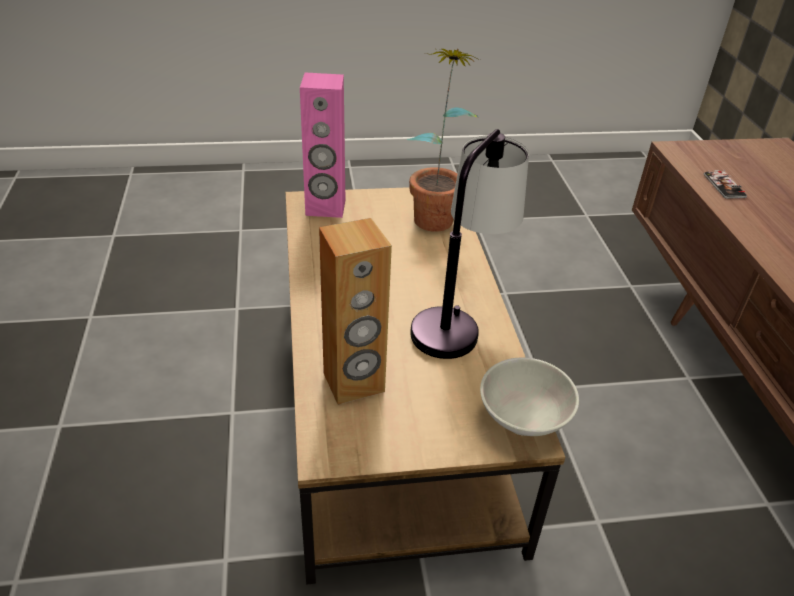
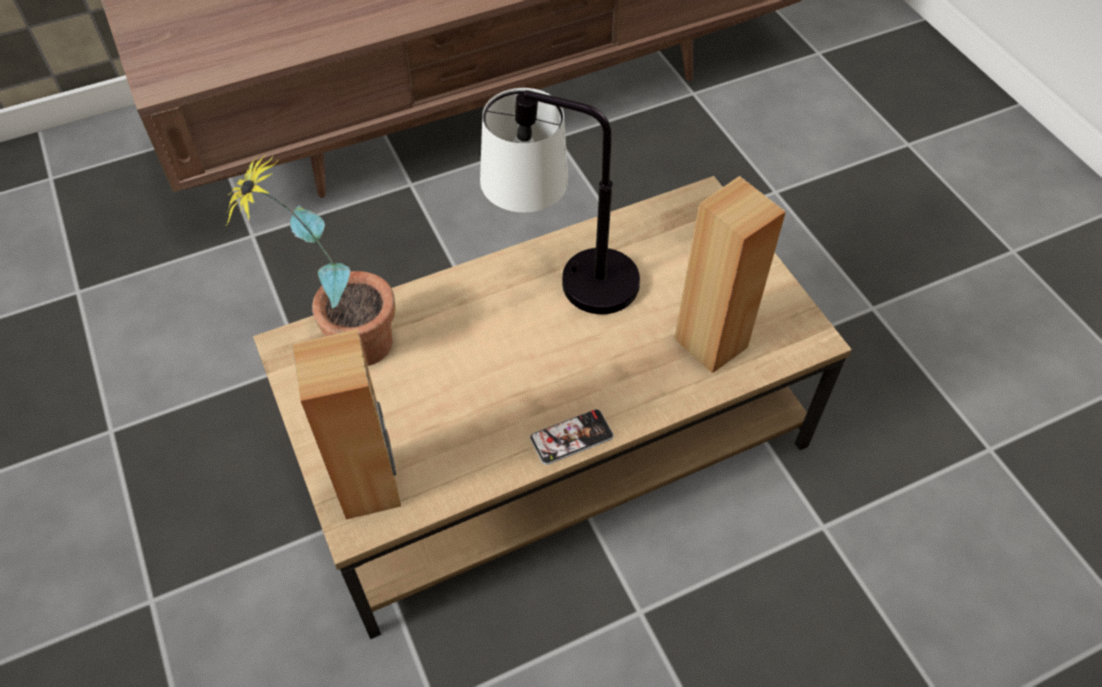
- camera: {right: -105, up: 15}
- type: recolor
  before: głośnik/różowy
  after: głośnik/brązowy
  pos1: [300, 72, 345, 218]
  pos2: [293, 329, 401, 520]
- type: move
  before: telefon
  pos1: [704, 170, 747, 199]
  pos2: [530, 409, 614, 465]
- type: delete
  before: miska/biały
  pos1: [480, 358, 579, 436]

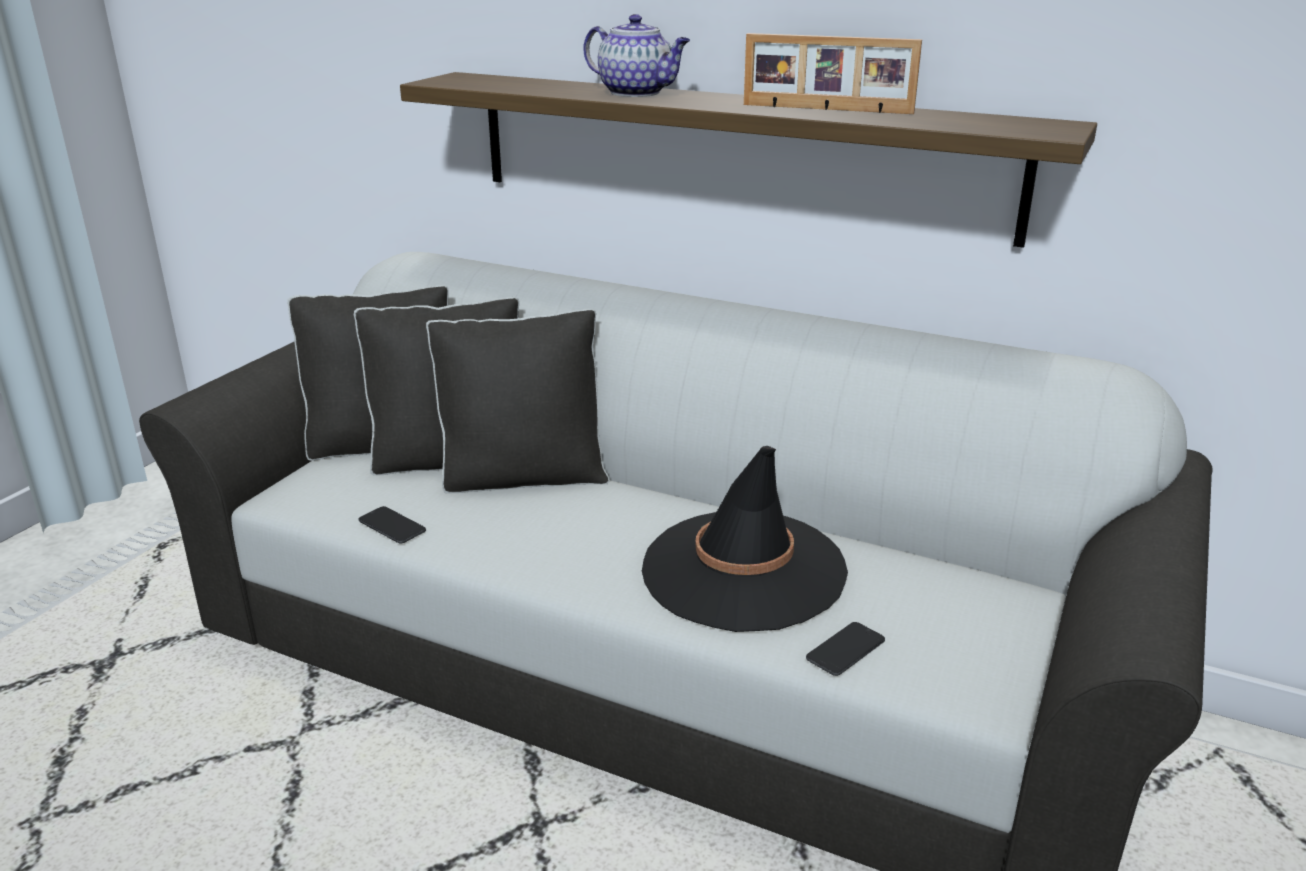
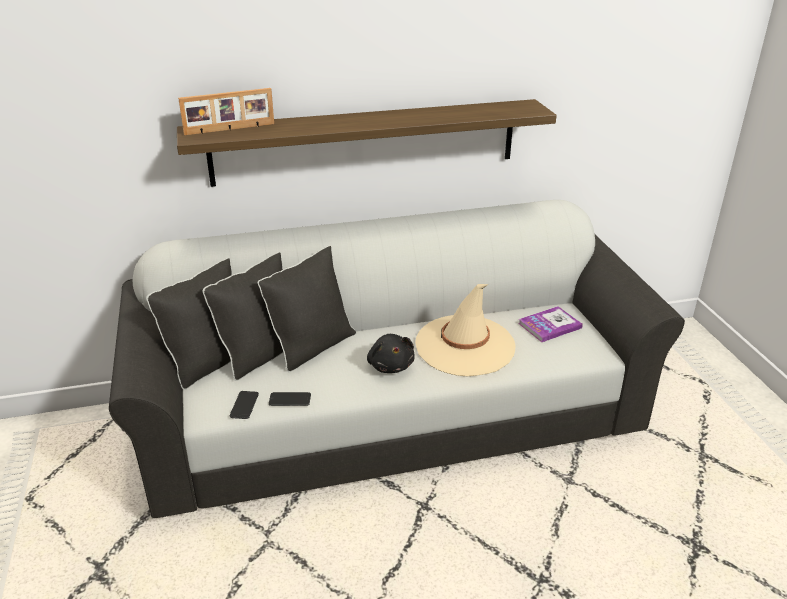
- camera: {right: -40, up: 5}
- type: delete
  before: imbryk
  pos1: [583, 14, 690, 97]
- type: move
  before: ramka na zdjęcie
  pos1: [744, 33, 922, 114]
  pos2: [178, 88, 274, 135]
- type: recolor
  before: kapelusz/czarny
  after: kapelusz/beżowy
  pos1: [642, 446, 848, 632]
  pos2: [415, 284, 516, 376]
- type: move
  before: telefon
  pos1: [806, 622, 885, 676]
  pos2: [229, 391, 259, 419]
- type: insert
  after: książka
  pos2: [518, 306, 583, 342]
- type: insert
  after: pluszak/czarny
  pos2: [367, 334, 415, 373]

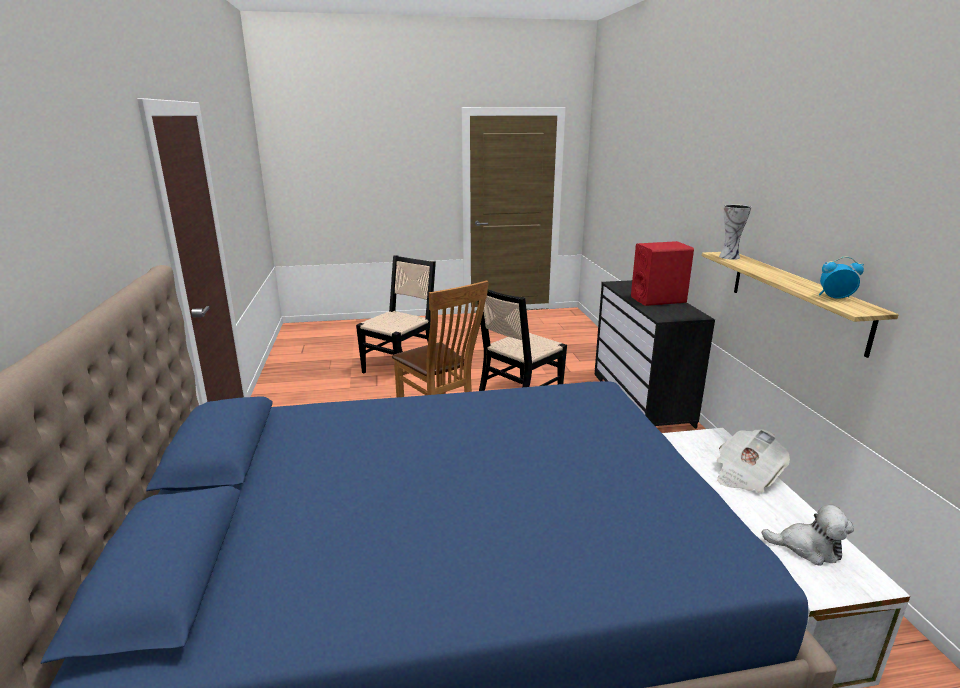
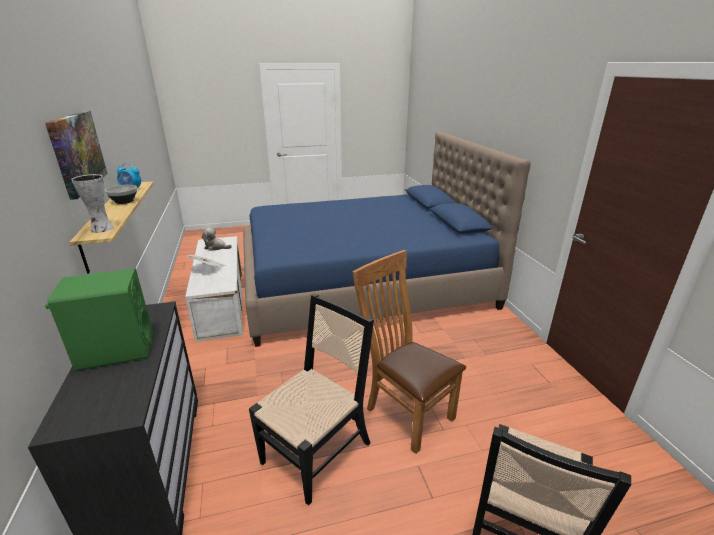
- camera: {right: 175, up: 5}
- type: recolor
  before: głośnik/czerwony
  after: głośnik/zielony
  pos1: [631, 241, 694, 306]
  pos2: [45, 268, 153, 371]
- type: insert
  after: obraz
  pos2: [45, 111, 108, 200]
- type: insert
  after: miska
  pos2: [105, 185, 137, 204]

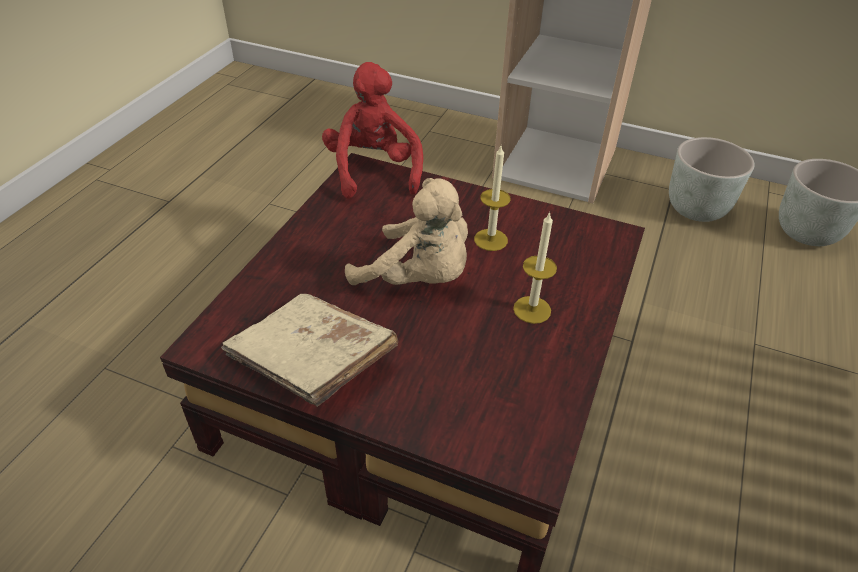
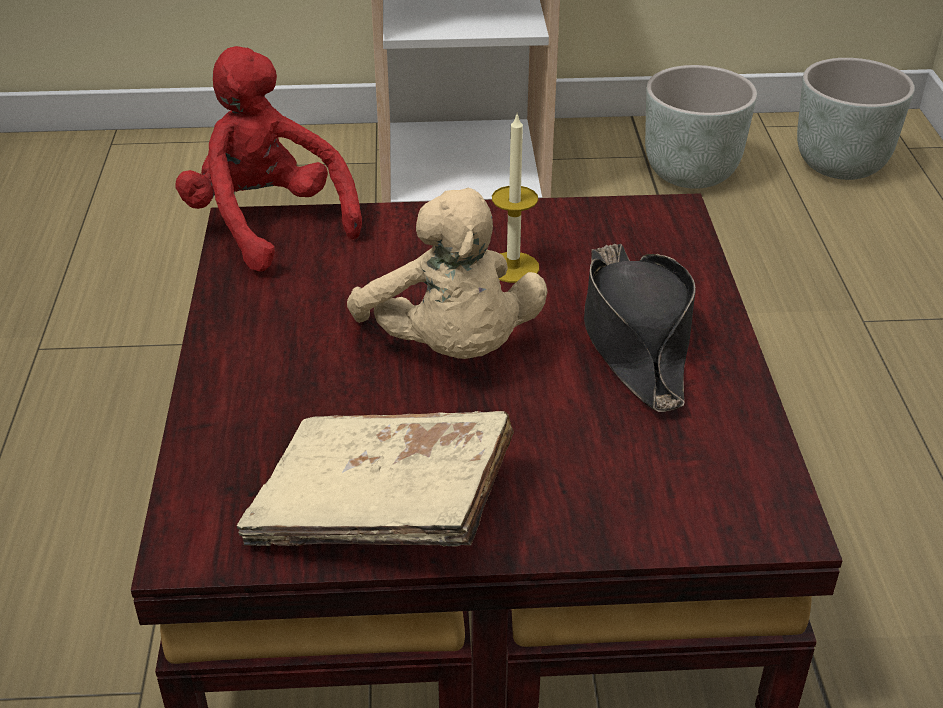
- camera: {right: -25, up: -5}
- type: rotate
  before: pluszak/beżowy
  pos1: [345, 178, 468, 285]
  pos2: [347, 188, 548, 359]
  turn: 60
- type: replace
  before: świeca
  after: kapelusz/czarny
  pos1: [513, 212, 557, 324]
  pos2: [584, 244, 695, 412]

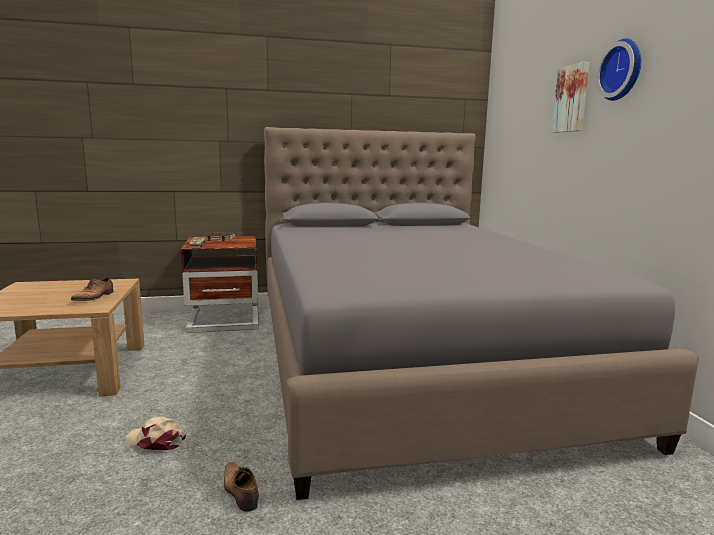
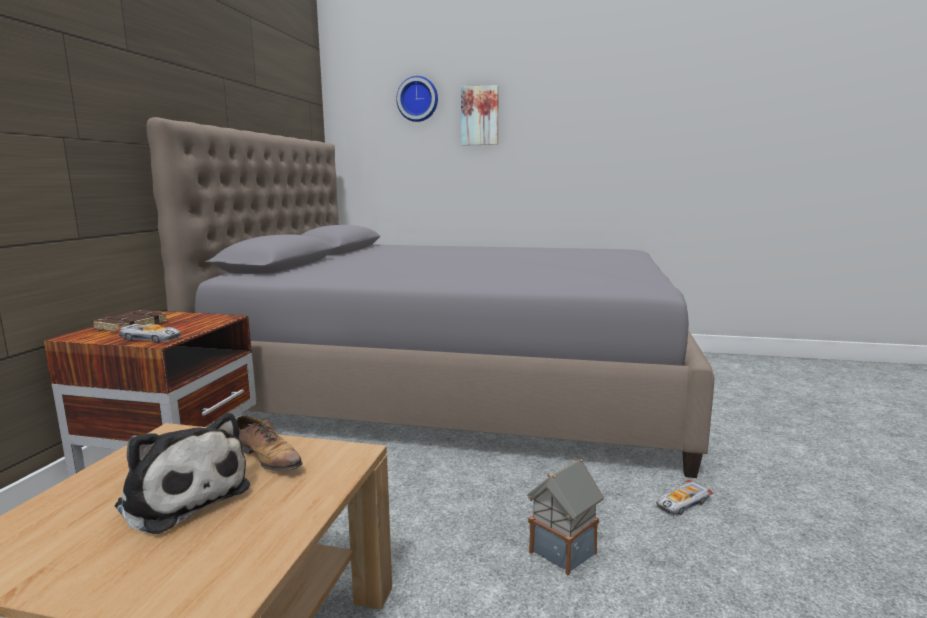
- camera: {right: -65, up: 0}
- type: move
  before: zegar ścienny
  pos1: [596, 38, 641, 101]
  pos2: [396, 76, 438, 122]
- type: replace
  before: czapka z daszkiem/beżowy
  after: domek
  pos1: [126, 417, 186, 450]
  pos2: [527, 457, 604, 575]
- type: replace
  before: but
  after: samochodzik
  pos1: [224, 462, 259, 512]
  pos2: [656, 480, 713, 516]
- type: insert
  after: pluszak
  pos2: [115, 413, 250, 534]

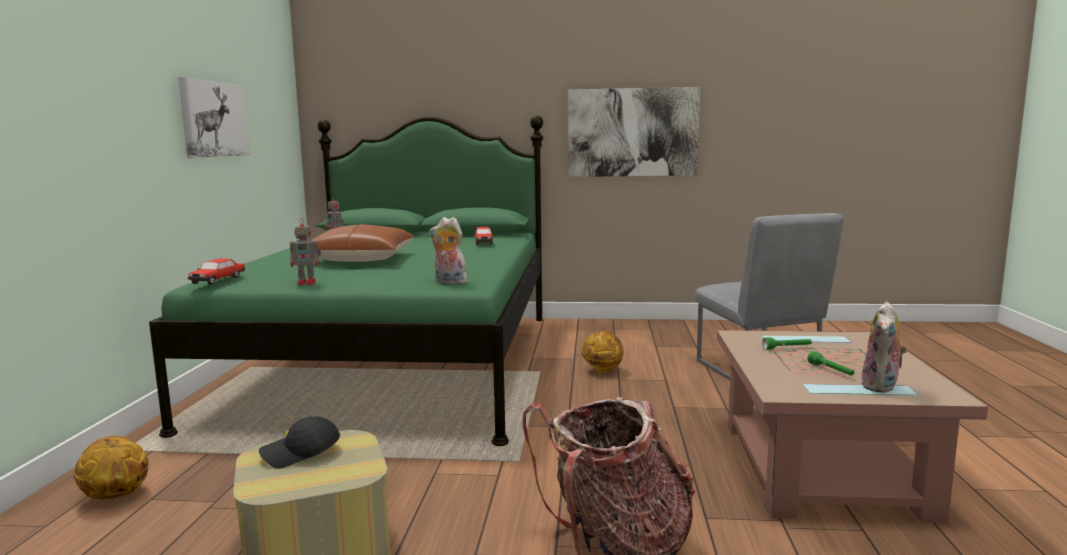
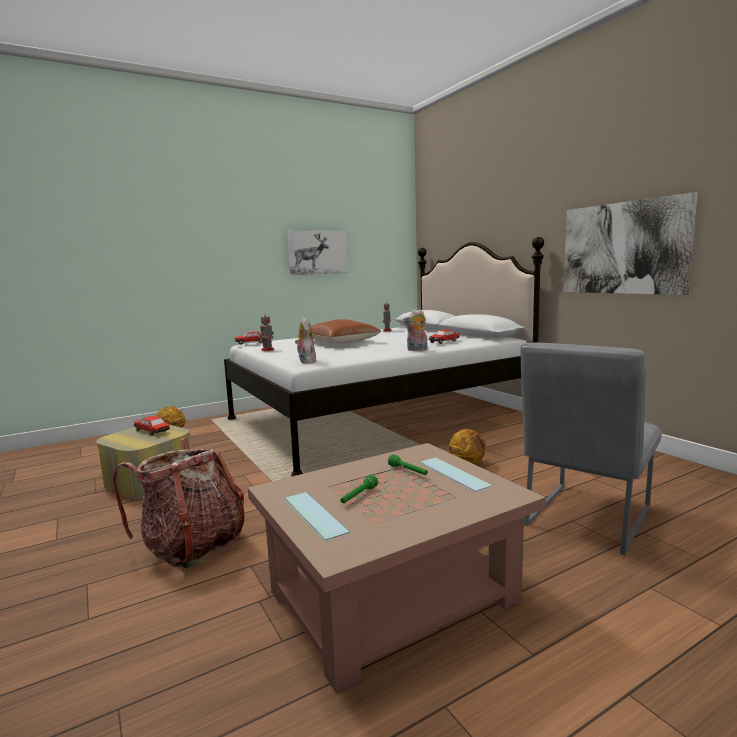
- camera: {right: 55, up: 0}
- type: recolor
  before: łóżko/zielony
  after: łóżko/biały
  pos1: [149, 116, 543, 446]
  pos2: [224, 237, 544, 476]
- type: move
  before: pluszak
  pos1: [862, 302, 907, 393]
  pos2: [403, 309, 428, 351]
- type: replace
  before: czapka z daszkiem/czarny
  after: samochodzik
  pos1: [259, 416, 340, 469]
  pos2: [134, 416, 170, 435]

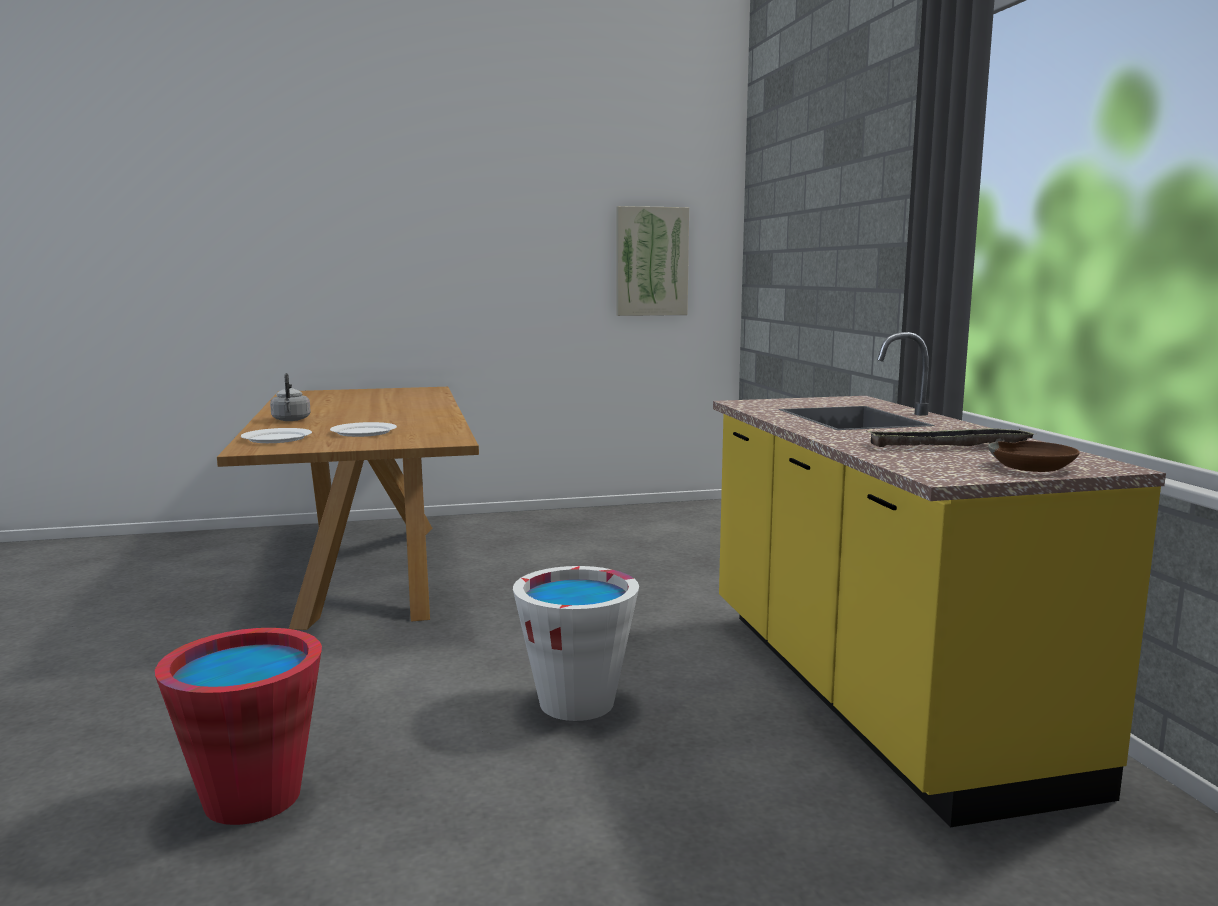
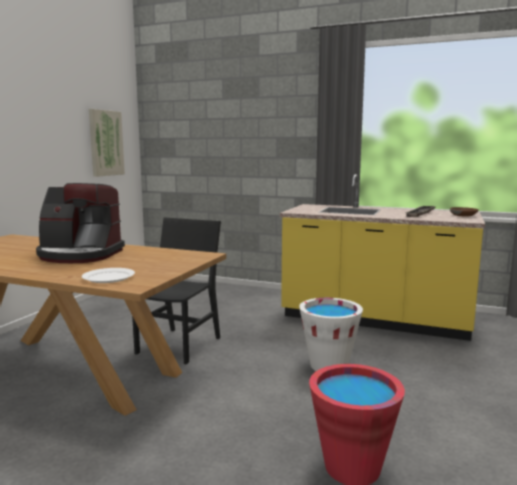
- camera: {right: -55, up: 0}
- type: delete
  before: czajnik/szary
  pos1: [270, 373, 311, 421]
- type: delete
  before: talerz/biały
  pos1: [330, 422, 397, 437]
- type: insert
  after: ekspres do kawy
  pos2: [36, 183, 125, 263]
- type: insert
  after: krzesło/czarny
  pos2: [132, 218, 221, 365]

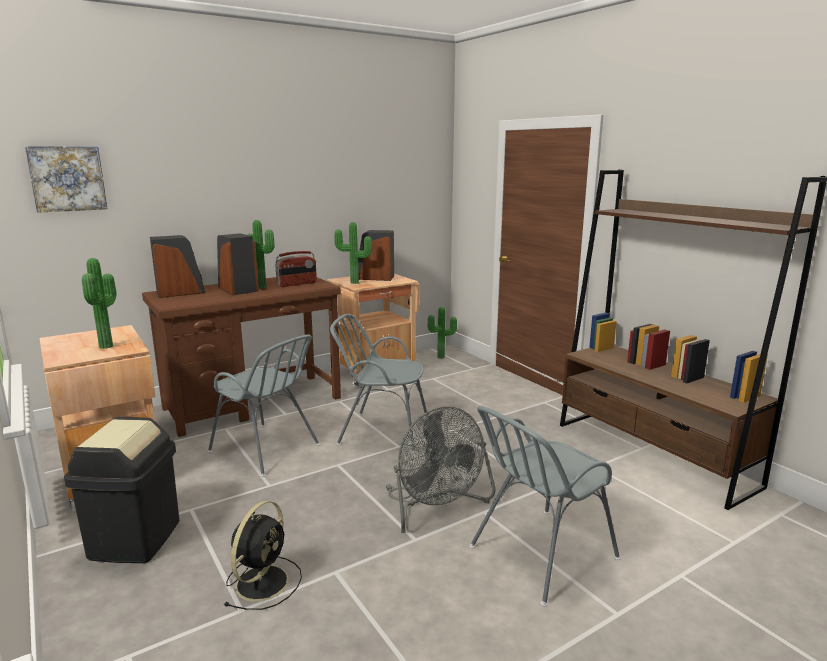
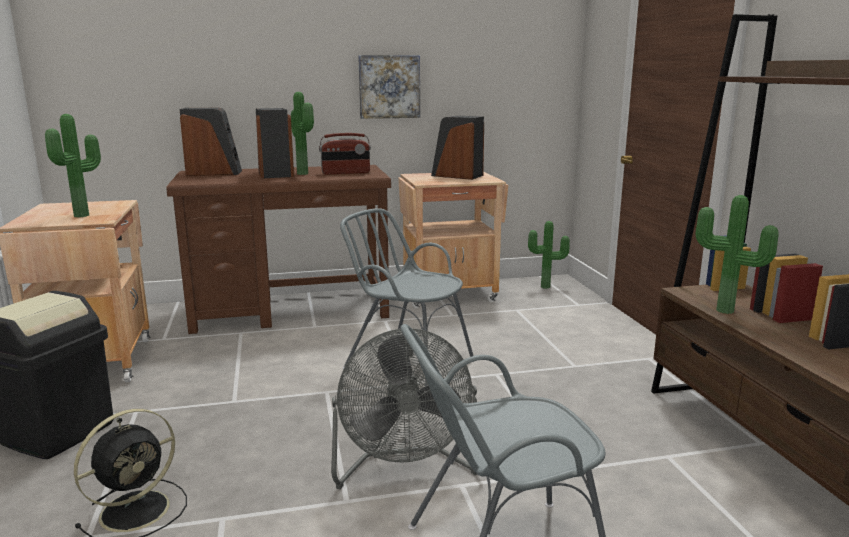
- camera: {right: 20, up: 0}
- type: move
  before: obraz
  pos1: [25, 146, 107, 213]
  pos2: [358, 55, 420, 119]
- type: move
  before: roślina doniczkowa
  pos1: [334, 222, 372, 284]
  pos2: [696, 195, 779, 314]
- type: delete
  before: krzesło/szary
  pos1: [208, 335, 320, 477]

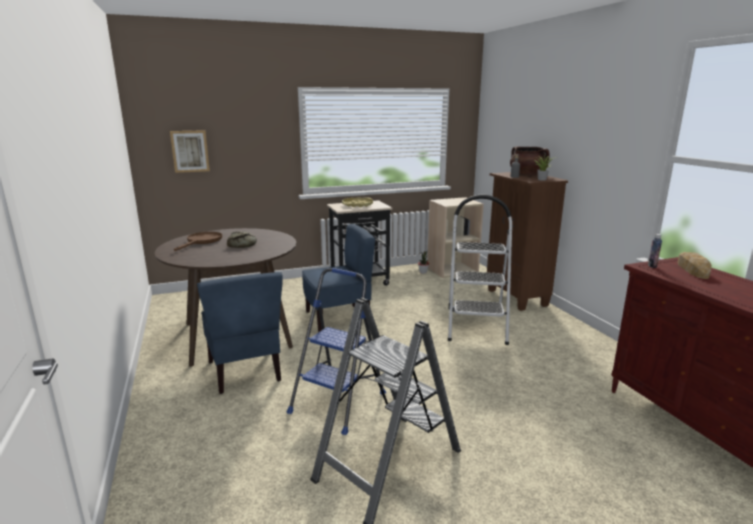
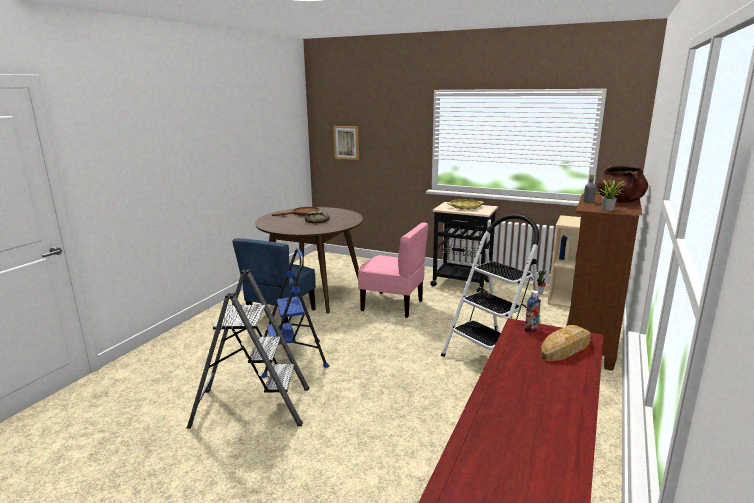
- camera: {right: 45, up: 0}
- type: recolor
  before: krzesło/niebieski
  after: krzesło/różowy
  pos1: [302, 224, 375, 332]
  pos2: [358, 222, 428, 318]

